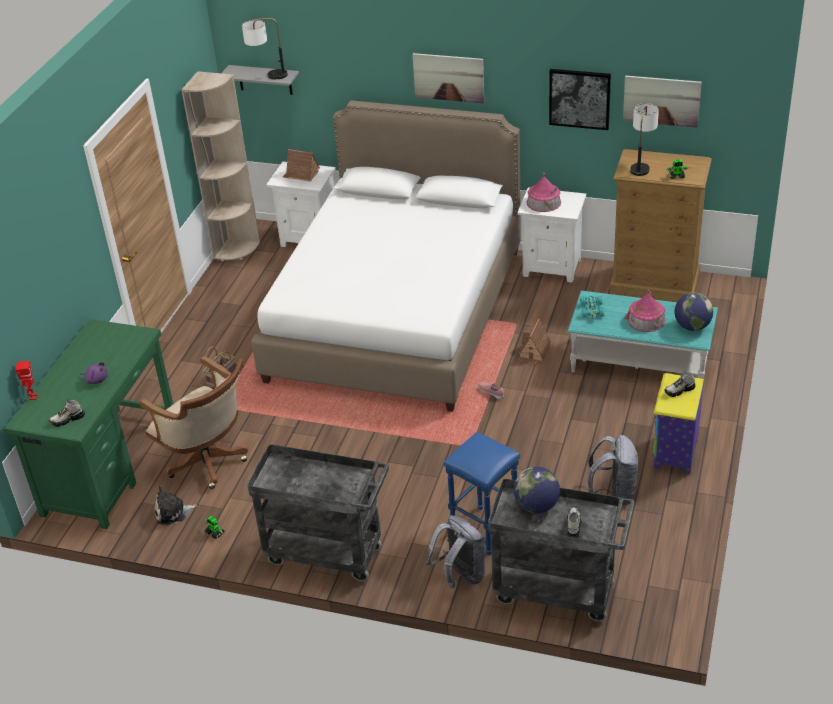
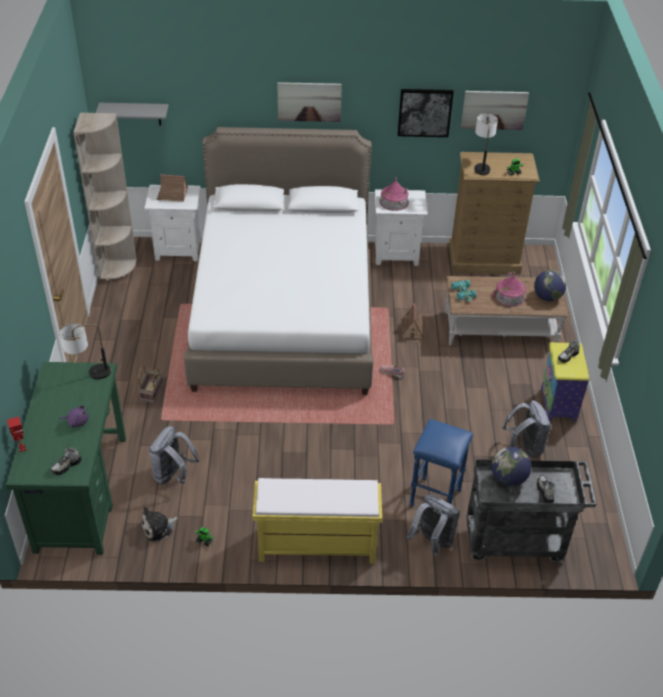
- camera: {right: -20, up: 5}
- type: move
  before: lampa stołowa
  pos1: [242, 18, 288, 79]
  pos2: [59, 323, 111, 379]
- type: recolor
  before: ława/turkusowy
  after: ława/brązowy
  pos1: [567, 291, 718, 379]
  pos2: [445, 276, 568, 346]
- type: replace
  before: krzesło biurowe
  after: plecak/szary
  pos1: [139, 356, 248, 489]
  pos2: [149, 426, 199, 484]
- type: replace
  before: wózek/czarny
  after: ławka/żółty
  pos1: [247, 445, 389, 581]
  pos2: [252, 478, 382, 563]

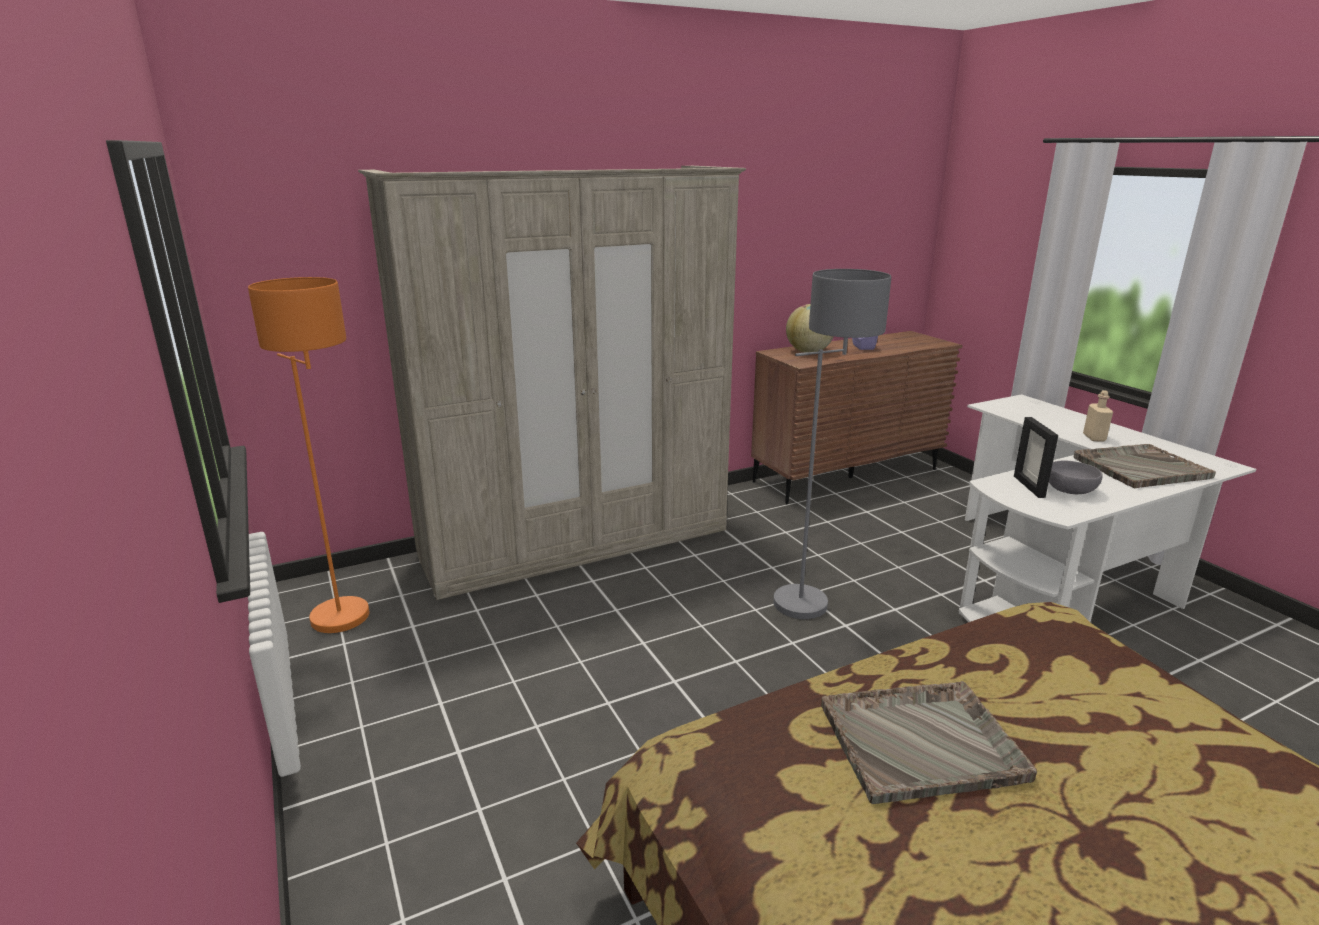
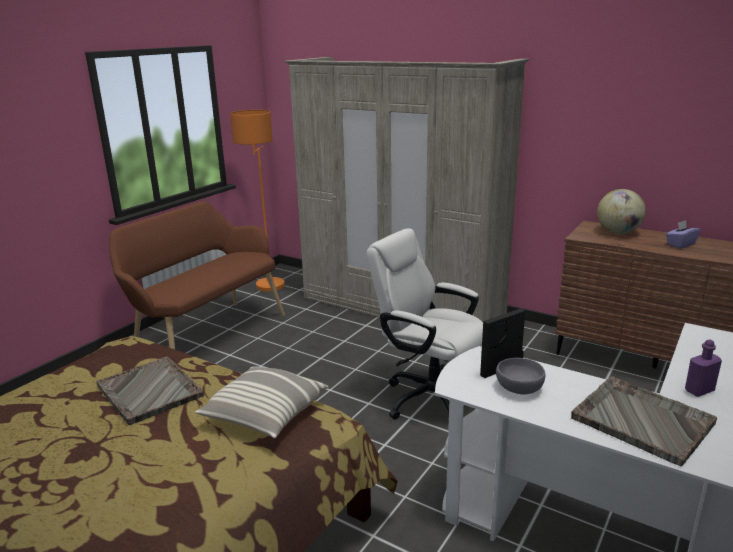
- camera: {right: 60, up: 0}
- type: replace
  before: lampa stojąca/szary
  after: krzesło biurowe/biały
  pos1: [773, 269, 891, 619]
  pos2: [367, 229, 483, 420]
- type: recolor
  before: butelka/beżowy
  after: butelka/fioletowy
  pos1: [1083, 390, 1113, 442]
  pos2: [685, 339, 722, 397]
- type: insert
  after: ławka/brązowy
  pos2: [109, 201, 285, 349]
- type: insert
  after: poduszka
  pos2: [195, 366, 329, 438]

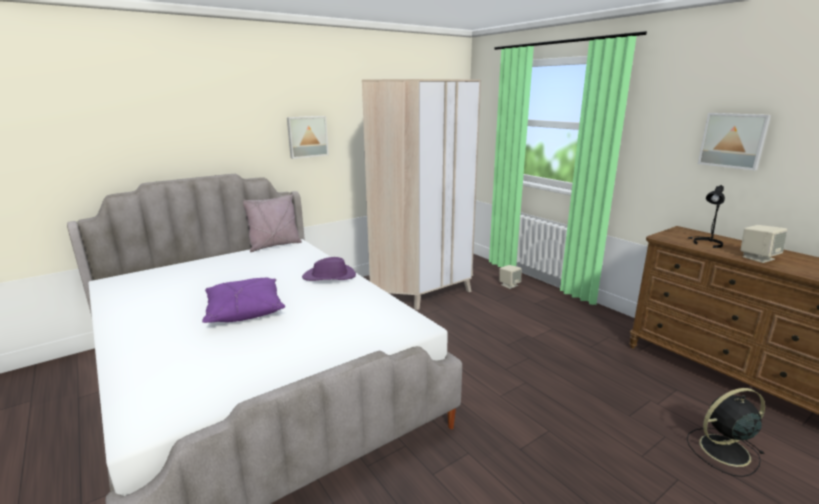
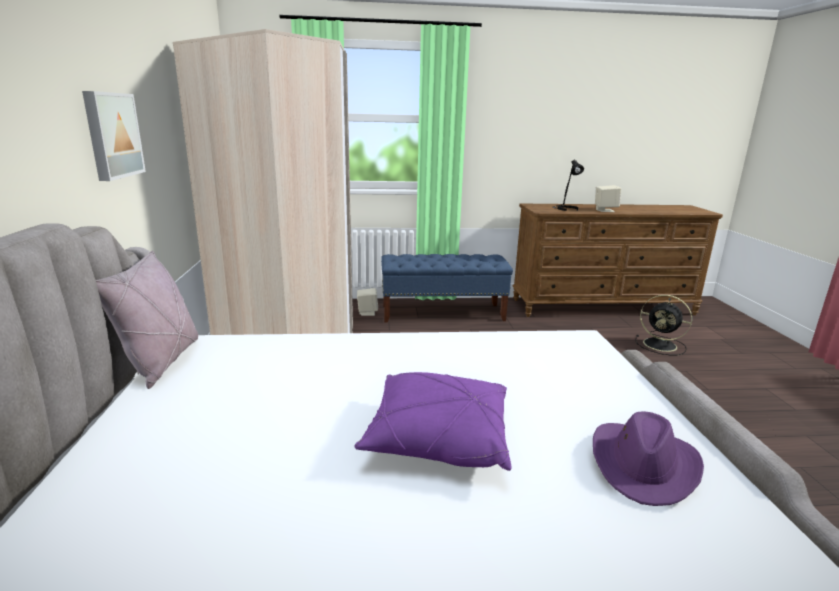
- camera: {right: -60, up: 0}
- type: delete
  before: obraz
  pos1: [698, 113, 771, 171]
- type: move
  before: kapelusz/fioletowy
  pos1: [302, 257, 356, 281]
  pos2: [593, 411, 704, 506]
- type: rotate
  before: wentylator/czarny
  pos1: [687, 388, 765, 477]
  pos2: [635, 295, 692, 356]
  turn: -75
- type: insert
  after: ławka/niebieski
  pos2: [381, 254, 513, 322]

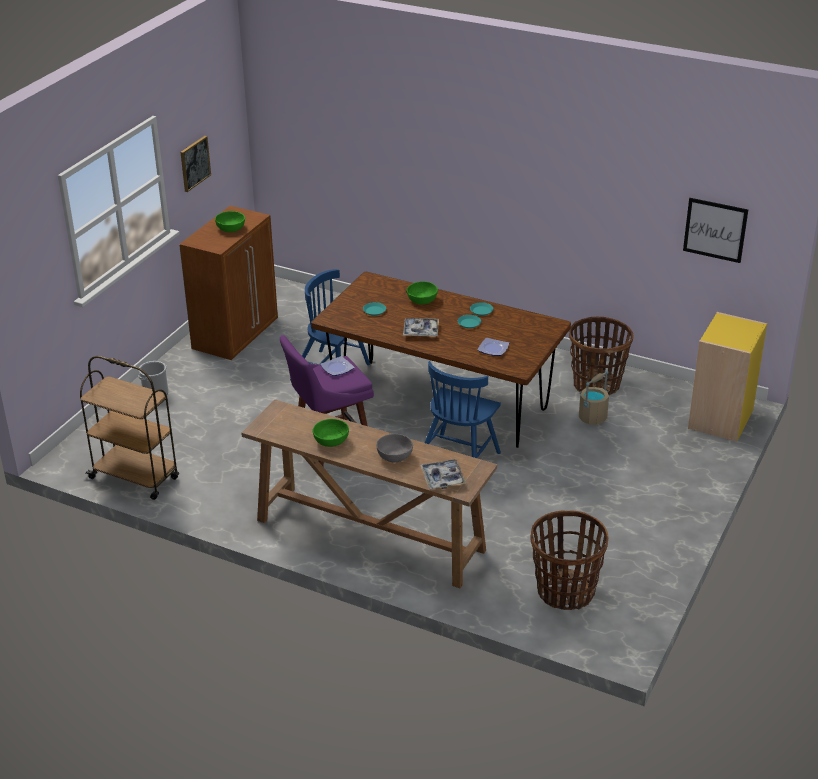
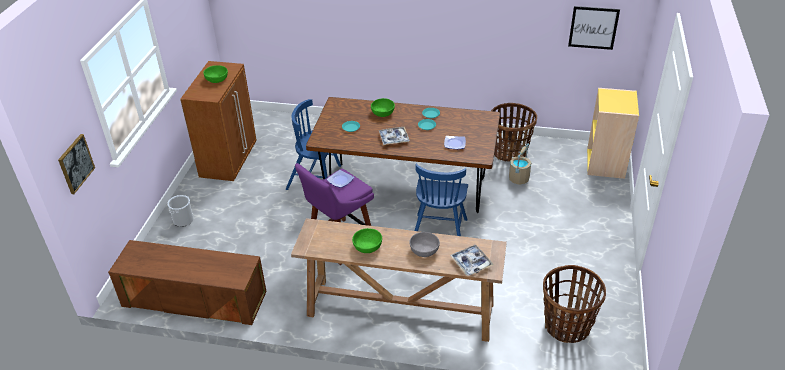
- camera: {right: -15, up: 5}
- type: move
  before: obraz
  pos1: [180, 136, 211, 192]
  pos2: [58, 134, 95, 194]
- type: replace
  before: wózek/brązowy
  after: ławka/brązowy
  pos1: [80, 356, 179, 500]
  pos2: [108, 240, 267, 325]

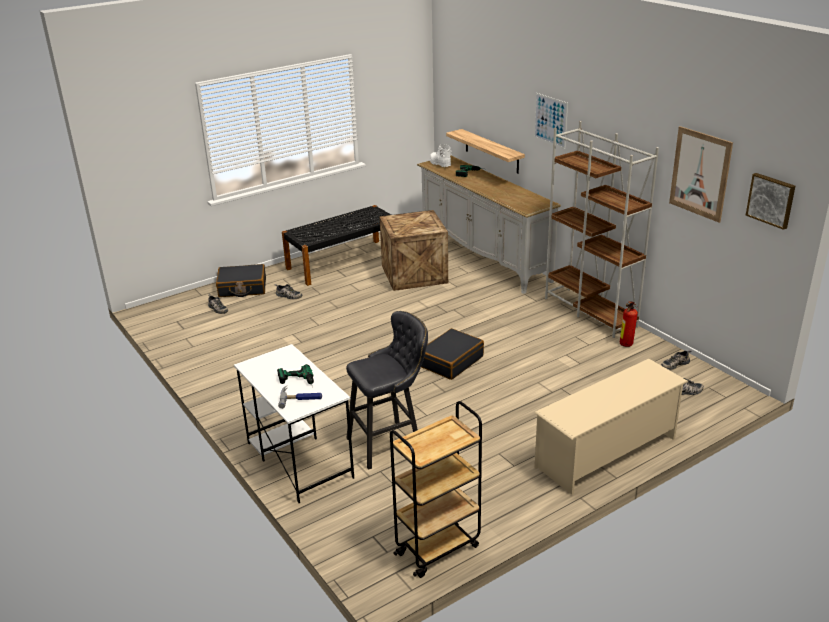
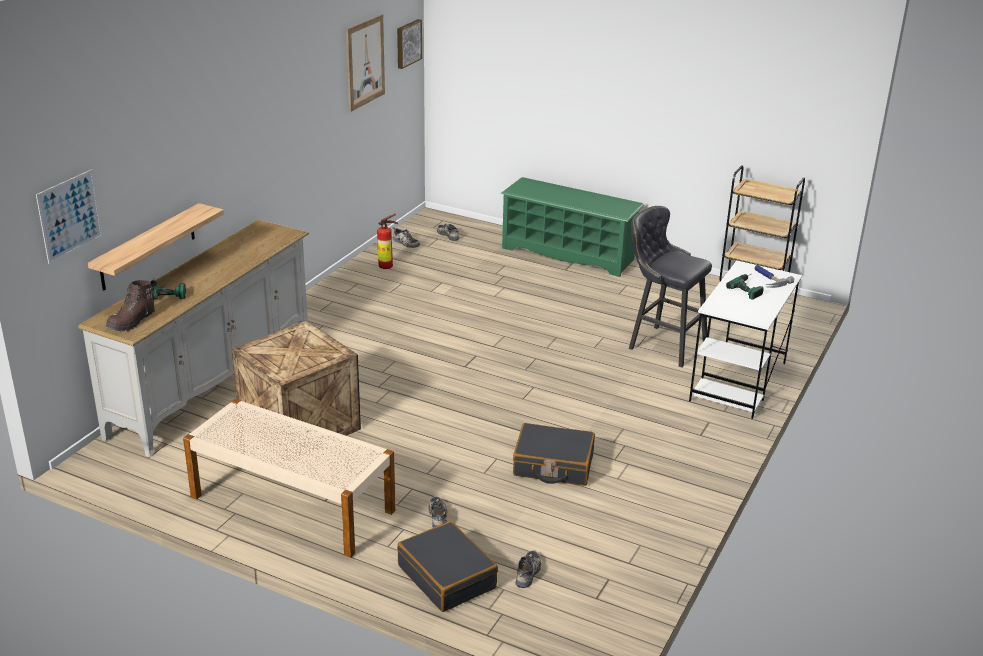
- camera: {right: -120, up: 0}
- type: move
  before: obraz
  pos1: [534, 93, 568, 149]
  pos2: [36, 169, 103, 264]
- type: delete
  before: regał/brązowy
  pos1: [545, 121, 659, 338]
- type: recolor
  before: but z cholewką/biały
  after: but z cholewką/brązowy
  pos1: [430, 144, 451, 167]
  pos2: [106, 280, 155, 331]
- type: recolor
  before: ławka/czarny
  after: ławka/beżowy
  pos1: [282, 205, 391, 286]
  pos2: [183, 399, 395, 558]
- type: move
  before: walizka/czarny
  pos1: [421, 328, 484, 380]
  pos2: [513, 423, 595, 486]
- type: recolor
  before: regał na buty/beżowy
  after: regał na buty/zielony
  pos1: [534, 359, 688, 495]
  pos2: [501, 177, 645, 277]

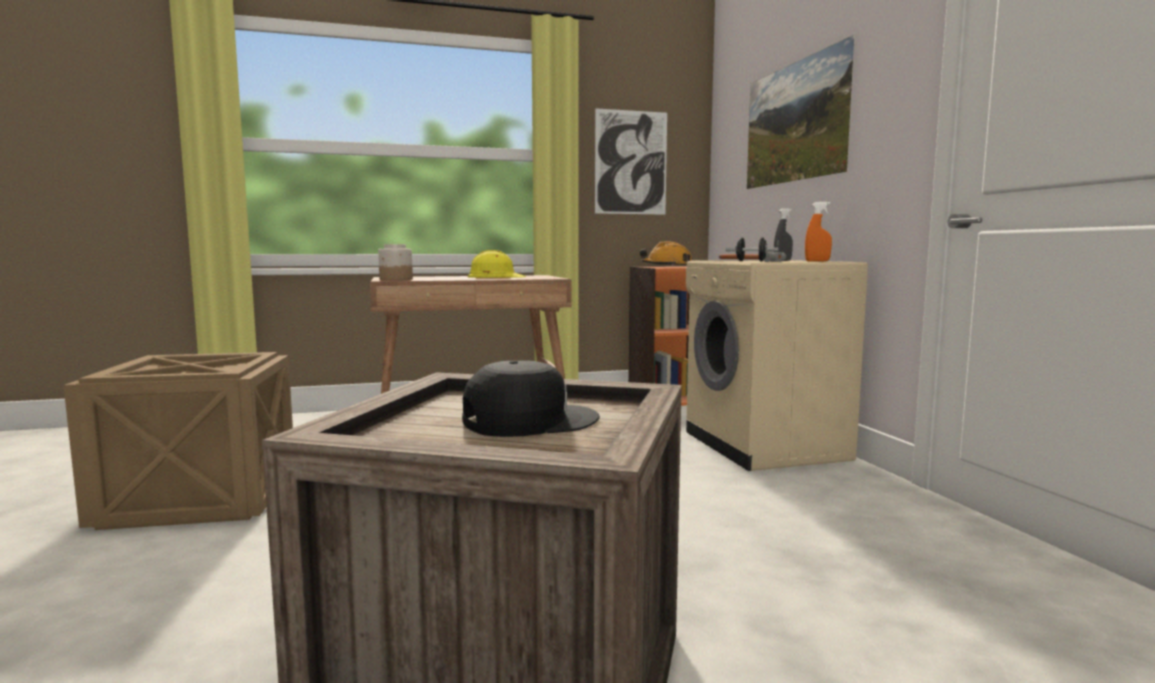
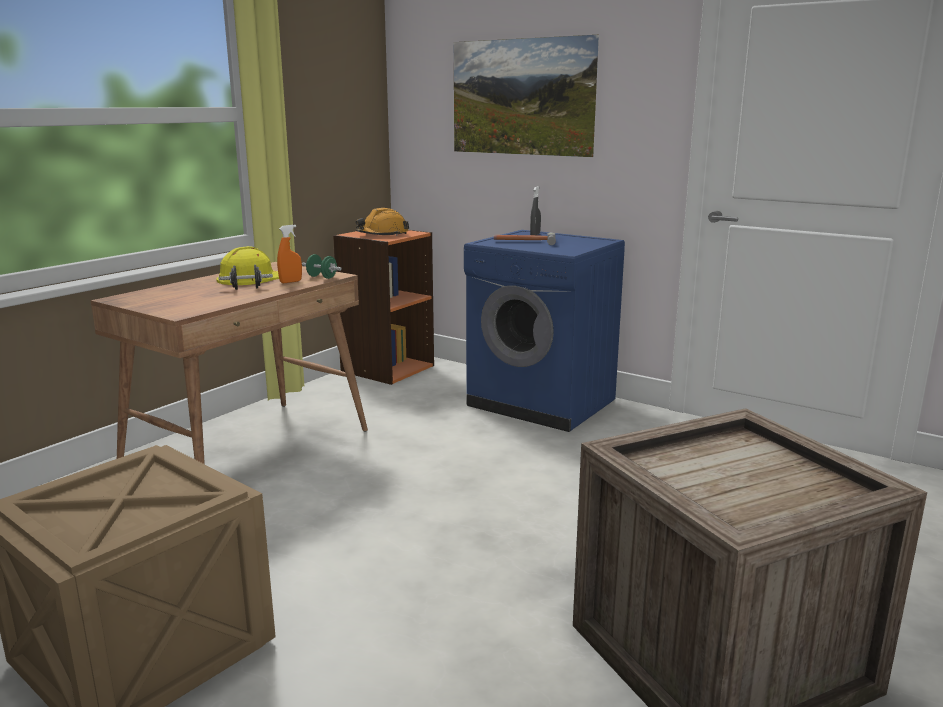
- camera: {right: -40, up: 10}
- type: delete
  before: obraz
  pos1: [595, 108, 667, 215]
- type: move
  before: spryskiwacz/pomarańczowy
  pos1: [805, 202, 832, 262]
  pos2: [277, 225, 302, 283]
- type: move
  before: hantel/czarny
  pos1: [725, 237, 779, 262]
  pos2: [218, 265, 273, 290]
- type: delete
  before: słoik
  pos1: [378, 244, 413, 281]
- type: recolor
  before: pralka/beżowy
  after: pralka/niebieski
  pos1: [686, 260, 868, 471]
  pos2: [464, 230, 625, 432]
- type: delete
  before: czapka z daszkiem/czarny
  pos1: [462, 361, 600, 437]
- type: insert
  after: hantel/zielony
  pos2: [302, 254, 342, 279]

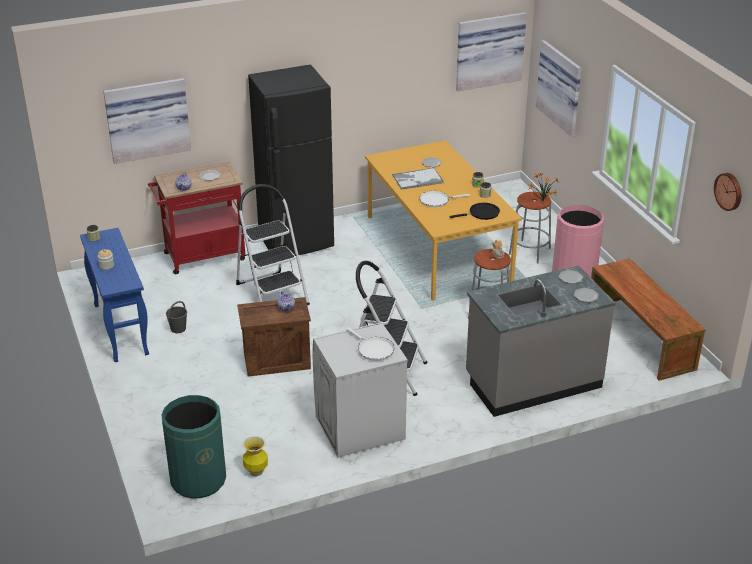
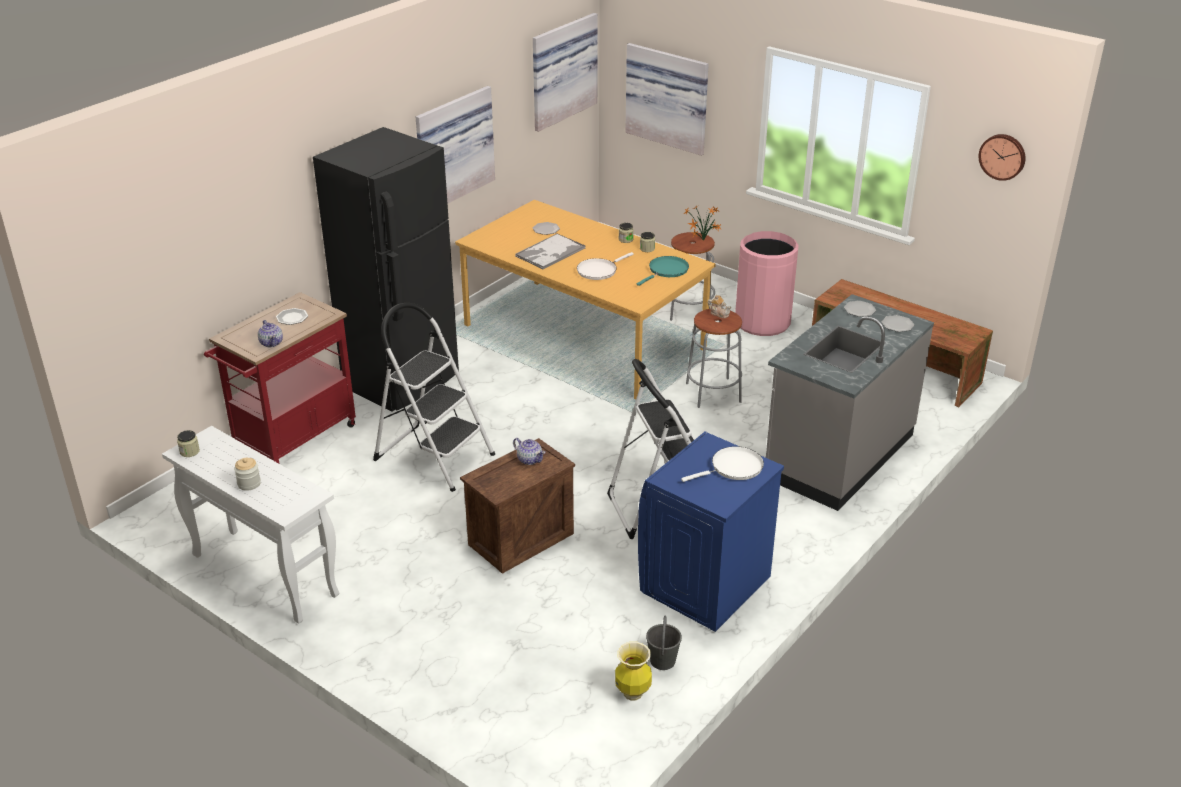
- camera: {right: -30, up: 0}
- type: move
  before: obraz
  pos1: [103, 78, 191, 164]
  pos2: [416, 86, 495, 204]
- type: recolor
  before: patelnia/czarny
  after: patelnia/turkusowy
  pos1: [450, 203, 500, 220]
  pos2: [637, 256, 689, 286]
- type: recolor
  before: stolik konsolowy/niebieski
  after: stolik konsolowy/biały
  pos1: [80, 228, 149, 362]
  pos2: [162, 426, 339, 624]
- type: move
  before: wiadro/szary
  pos1: [166, 301, 187, 333]
  pos2: [646, 616, 682, 670]
- type: recolor
  before: pralka/biały
  after: pralka/niebieski
  pos1: [312, 322, 408, 457]
  pos2: [638, 431, 784, 632]
- type: rotate
  before: patelnia/biały
  pos1: [346, 327, 395, 361]
  pos2: [681, 446, 764, 482]
  turn: -45
- type: delete
  before: kosz na śmieci/zielony
  pos1: [161, 395, 226, 498]

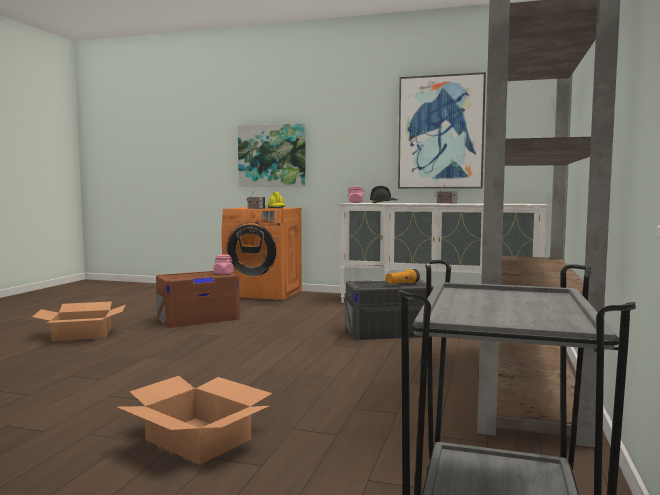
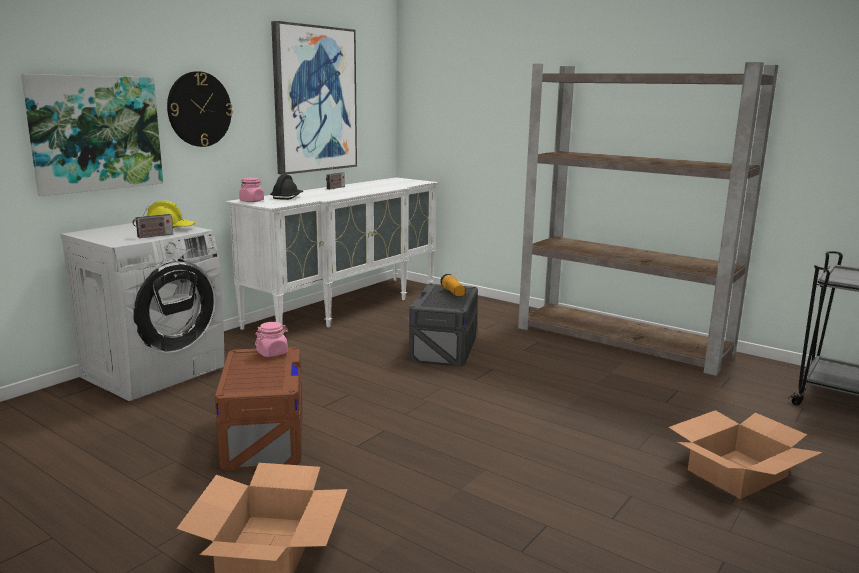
- camera: {right: -70, up: 10}
- type: recolor
  before: pralka/pomarańczowy
  after: pralka/biały
  pos1: [222, 207, 302, 300]
  pos2: [60, 222, 224, 401]
- type: insert
  after: zegar ścienny
  pos2: [167, 71, 233, 147]

